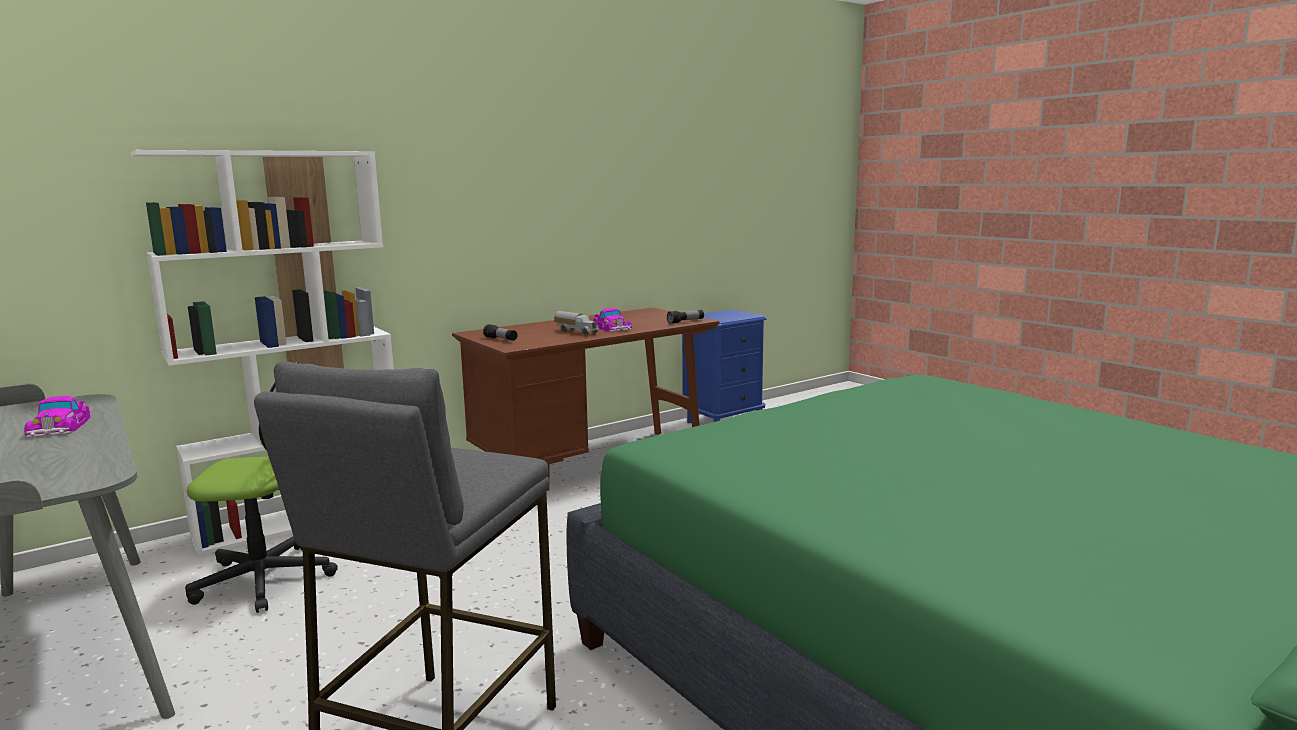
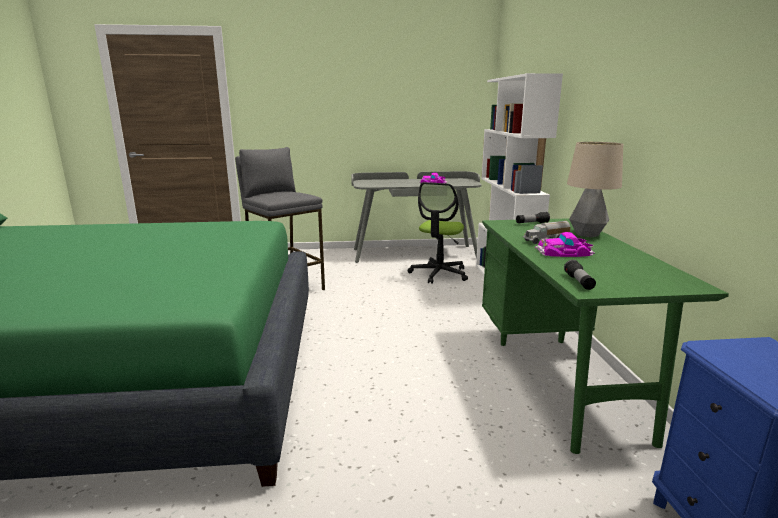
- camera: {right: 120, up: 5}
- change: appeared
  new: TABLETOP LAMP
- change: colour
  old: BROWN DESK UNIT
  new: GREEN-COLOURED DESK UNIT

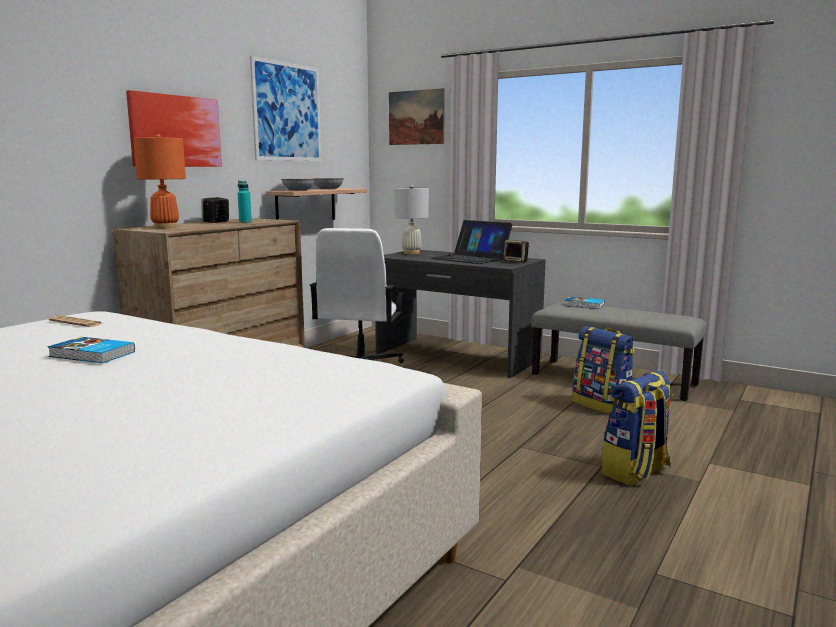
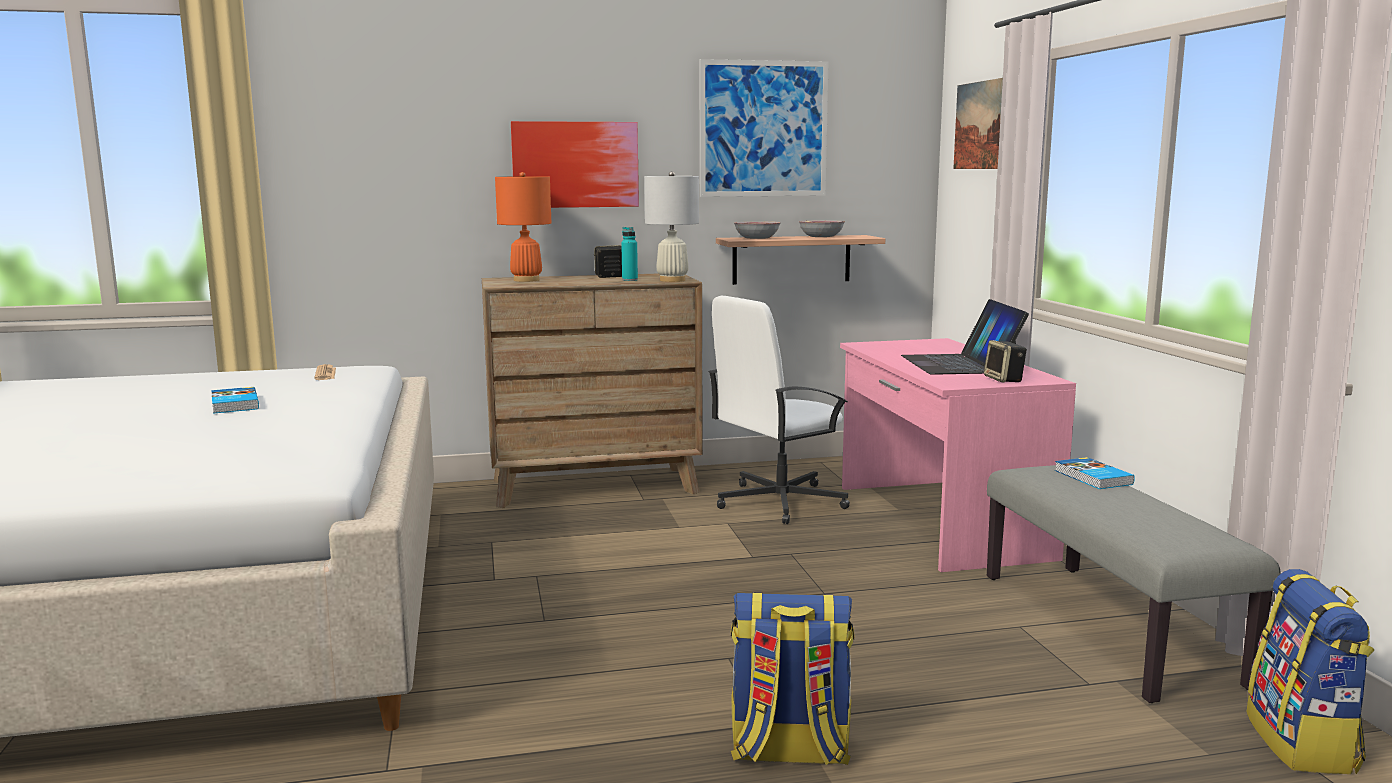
- camera: {right: 45, up: 0}
- change: relocated
  old: WHITE TABLETOP LAMP
- change: relocated
  old: KNAPSACK (no. 1 from left in the first image)
  new: KNAPSACK (no. 2 from left)
- change: colour
  old: GREY DESK UNIT
  new: PINKISH DESK UNIT

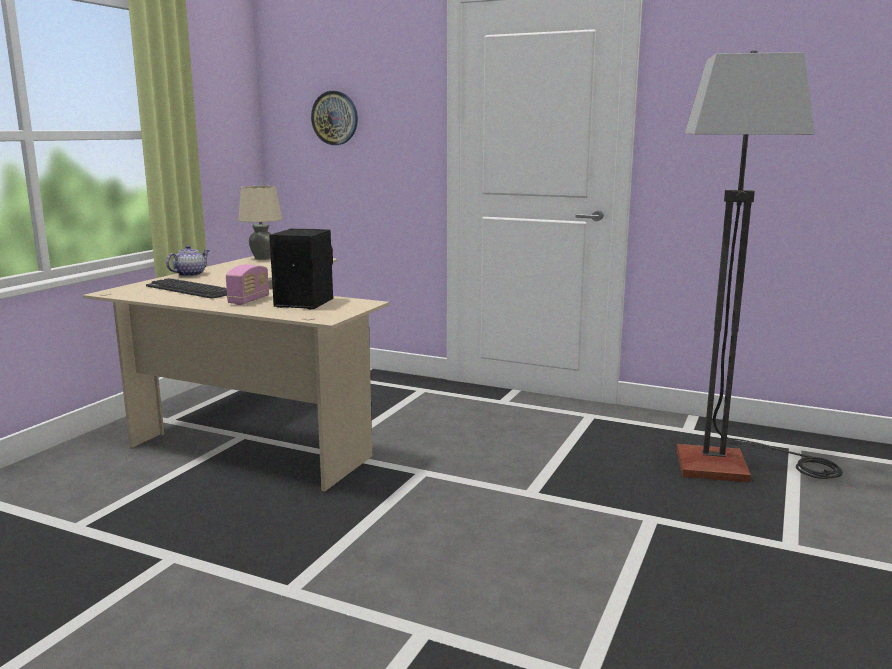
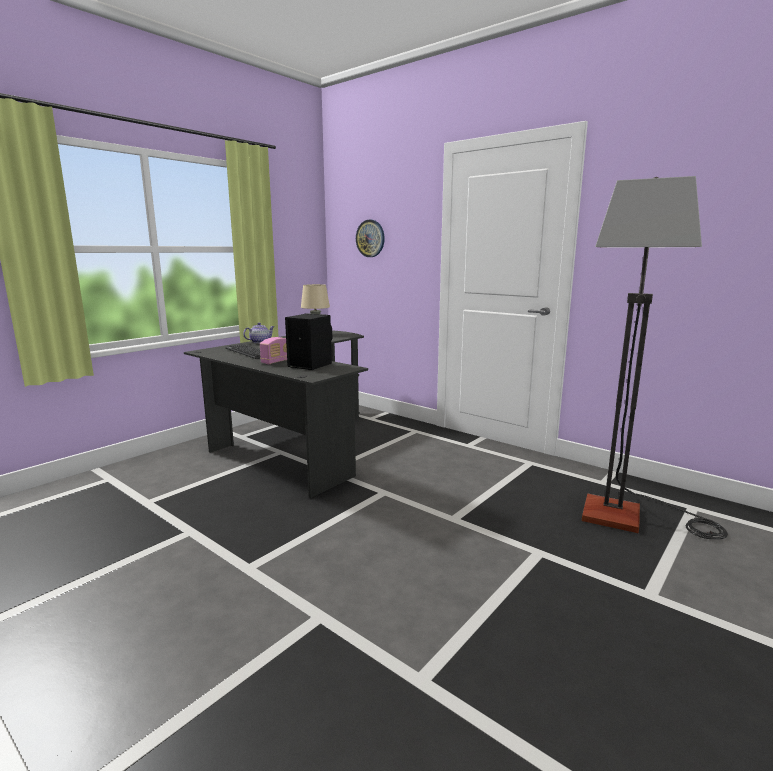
- camera: {right: 15, up: 0}
- change: colour
  old: SAND-COLOURED DESK UNIT
  new: BLACK DESK UNIT

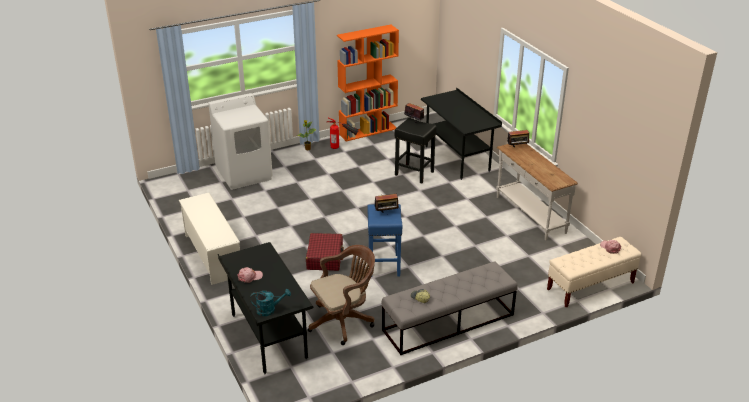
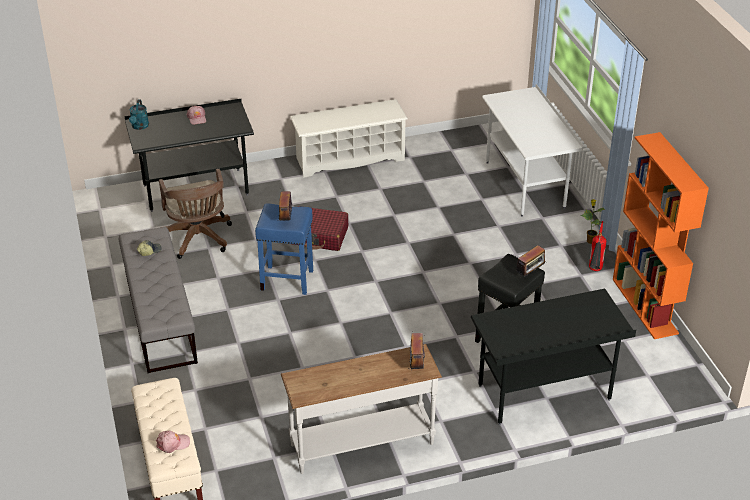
- camera: {right: 100, up: 5}
- change: exchanged
  old: WHITE WASHING MACHINE
  new: WHITE DESK UNIT

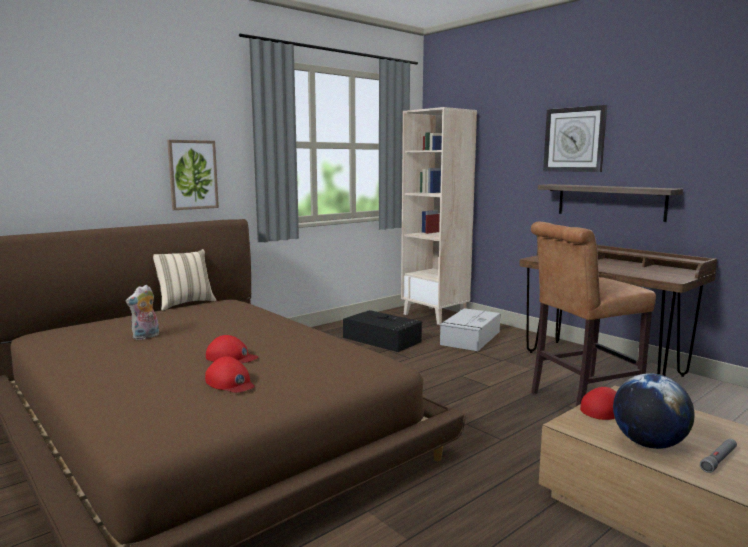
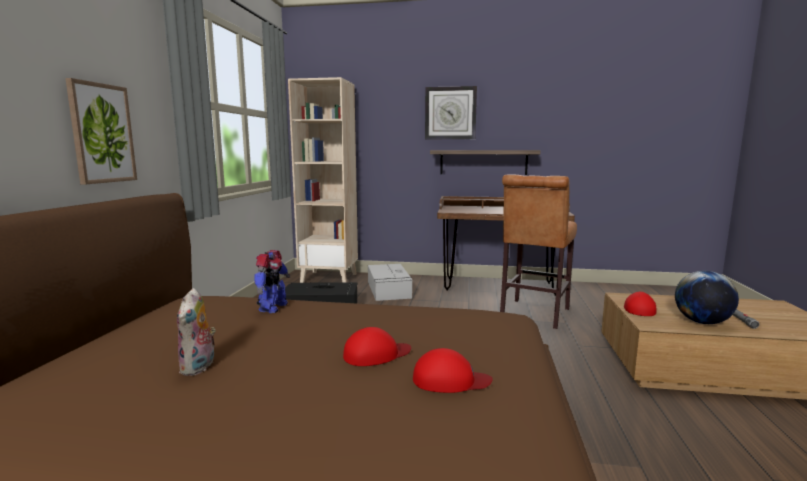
- camera: {right: -40, up: 0}
- change: missing
  old: SAND-COLOURED THROW PILLOW
- change: appeared
  new: ROBOT FIGURE

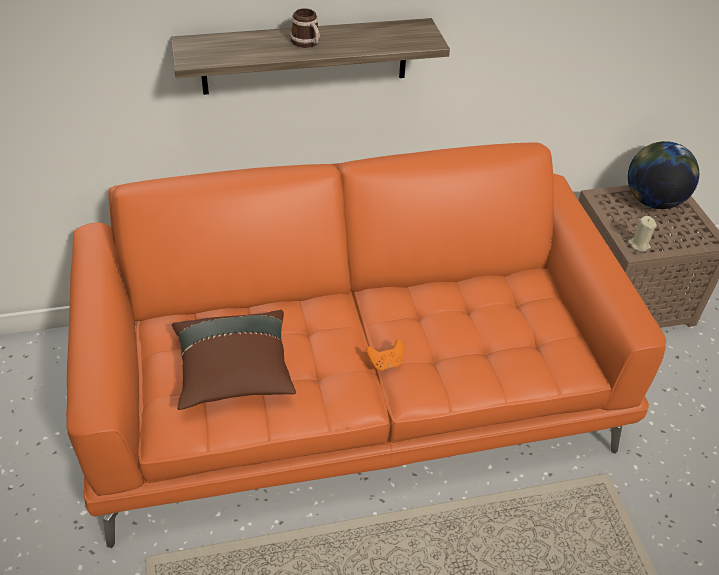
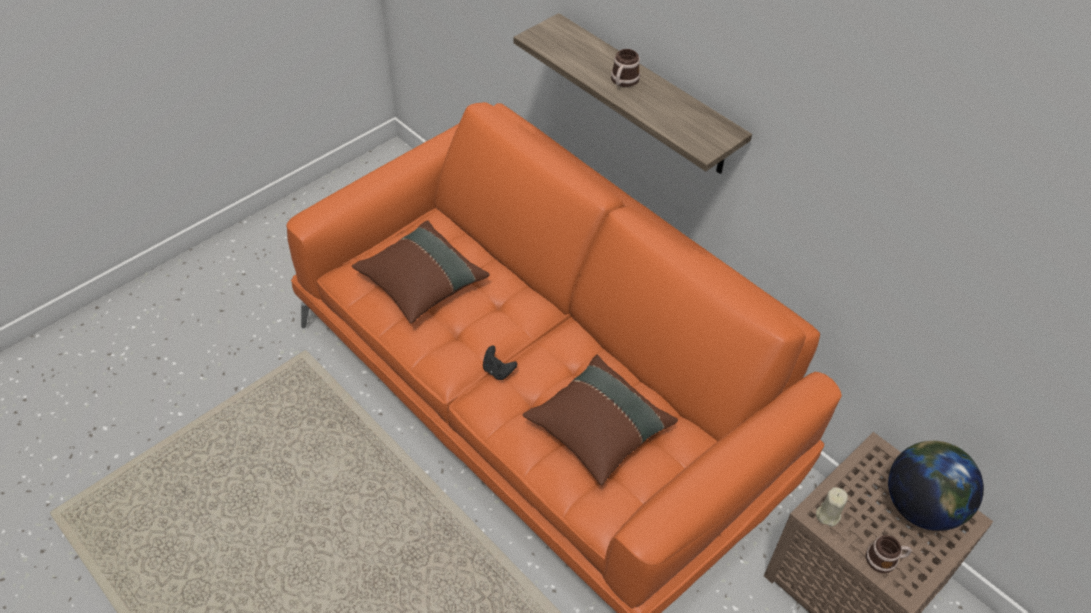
- camera: {right: 60, up: 5}
- change: appeared
  new: BROWN THROW PILLOW (no. 2 from left)
- change: appeared
  new: COFFEE MUG (no. 2 from left)
- change: colour
  old: ORANGE JOYPAD
  new: BLACK JOYPAD

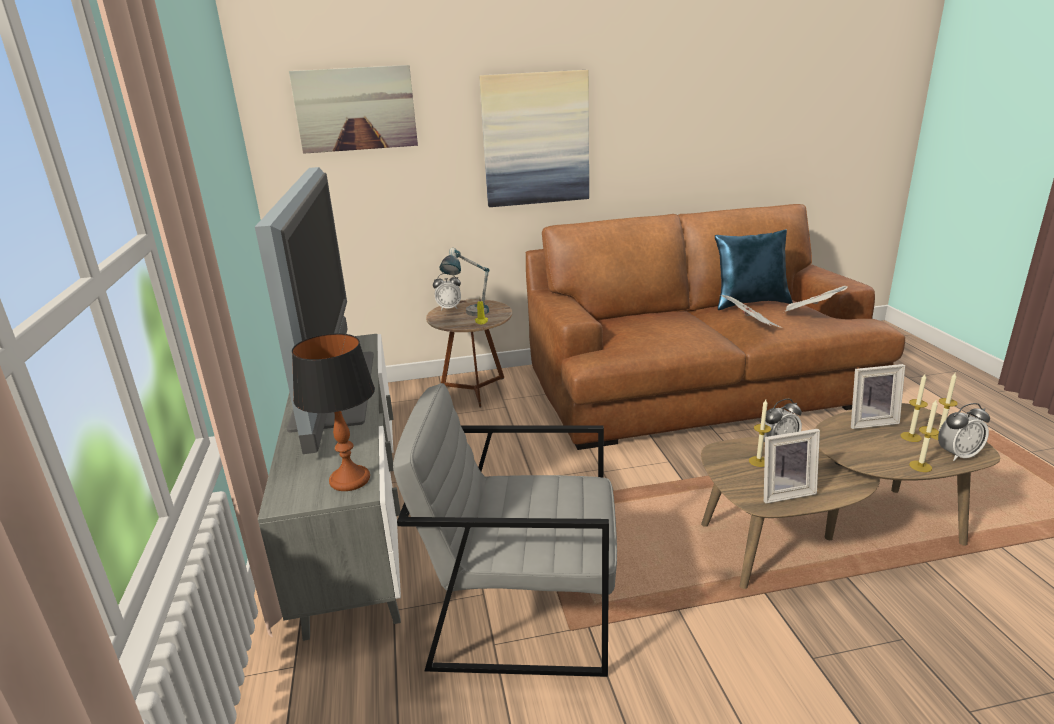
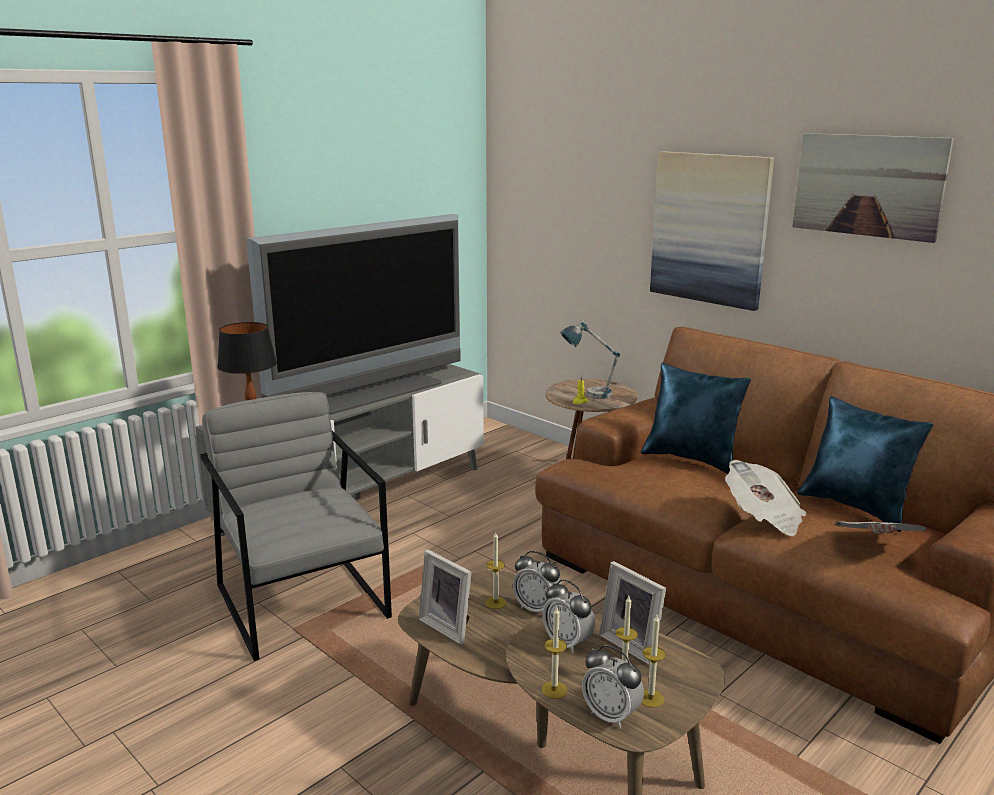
- camera: {right: 55, up: -5}
- change: appeared
  new: BLUE THROW PILLOW (no. 1 from left)
- change: relocated
  old: WALL PICTURE (no. 1 from left in the first image)
  new: WALL PICTURE (no. 2 from left)
- change: relocated
  old: TABLE CLOCK (no. 1 from left in the first image)
  new: TABLE CLOCK (no. 2 from left)

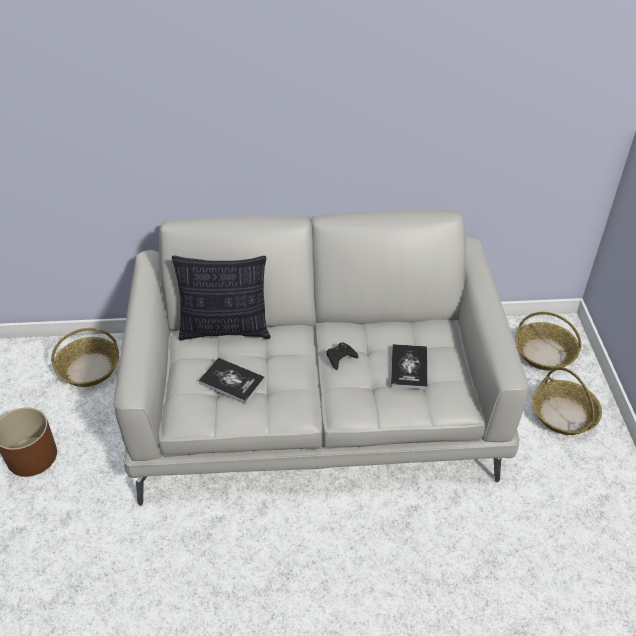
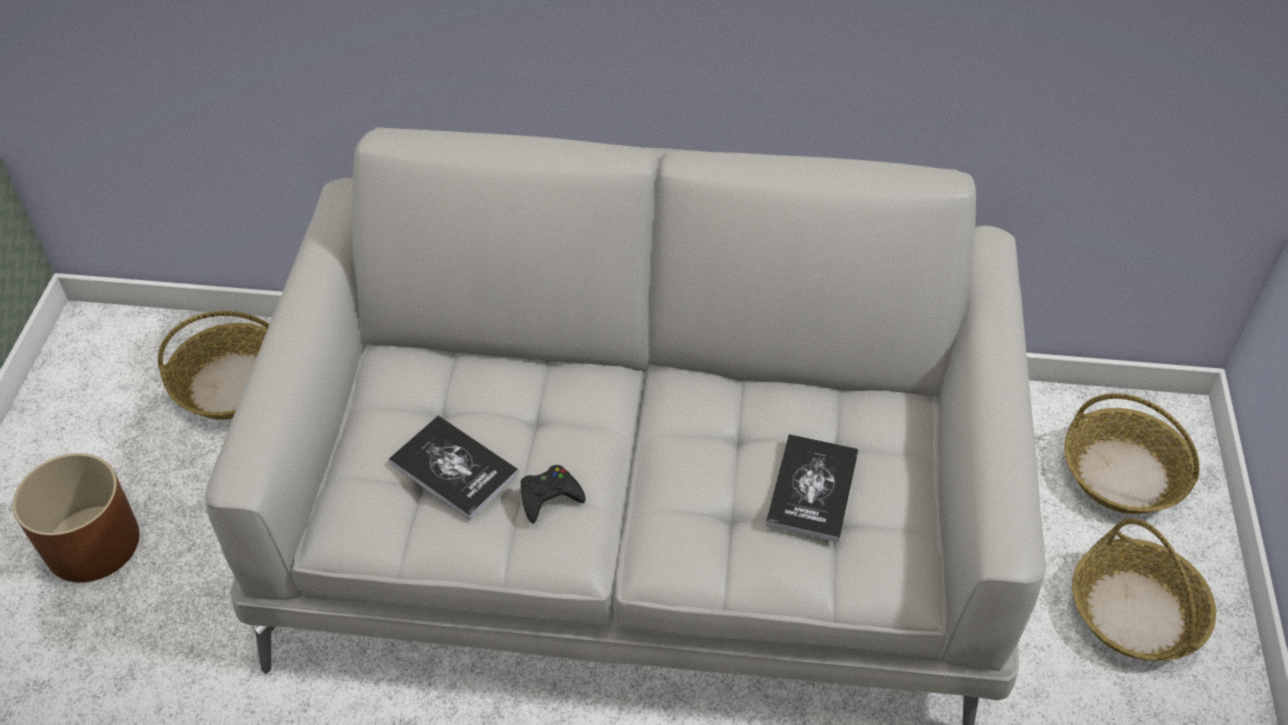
- camera: {right: 10, up: 5}
- change: missing
  old: THROW PILLOW
- change: relocated
  old: BLACK JOYPAD

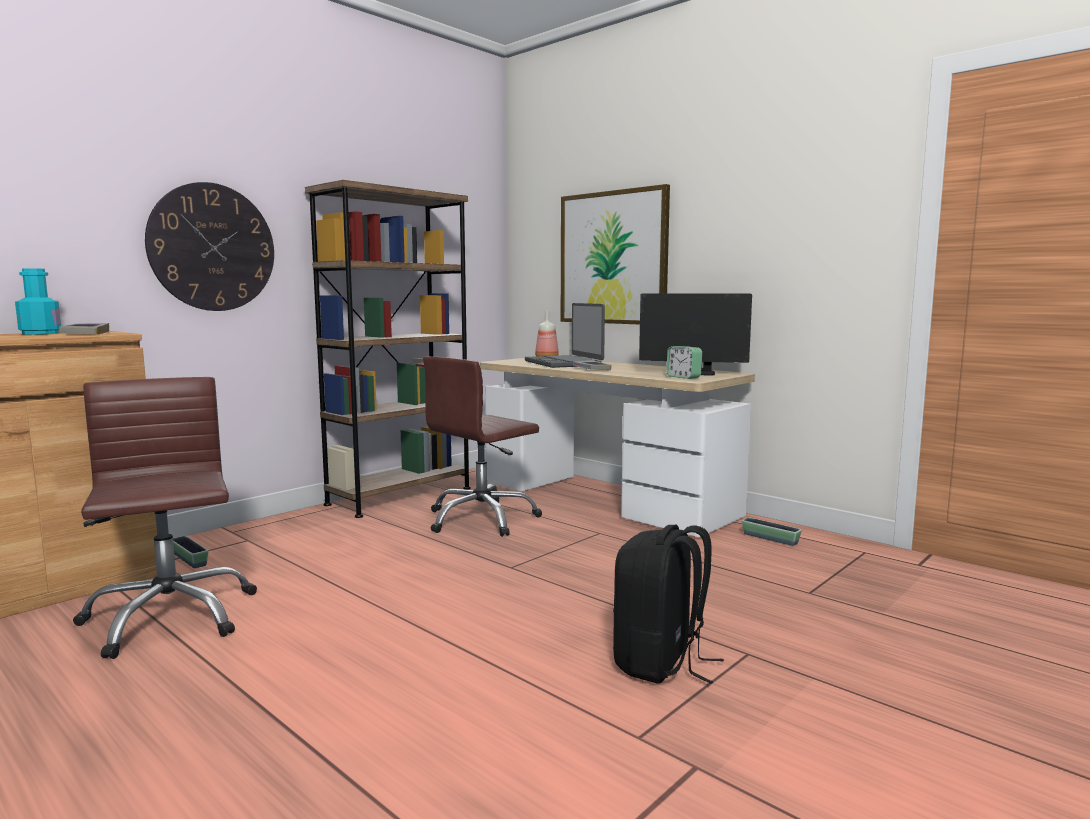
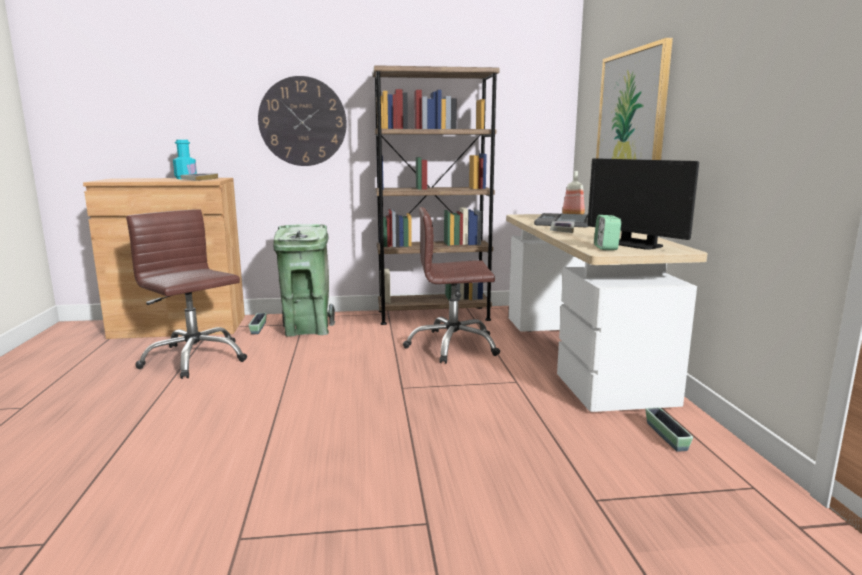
- camera: {right: 40, up: 5}
- change: missing
  old: BLACK KNAPSACK
- change: appeared
  new: GREEN-COLOURED RUBBISH BIN
- change: spun
  old: BROWN OFFICE CHAIR (no. 1 from left)
  degrees: -60

